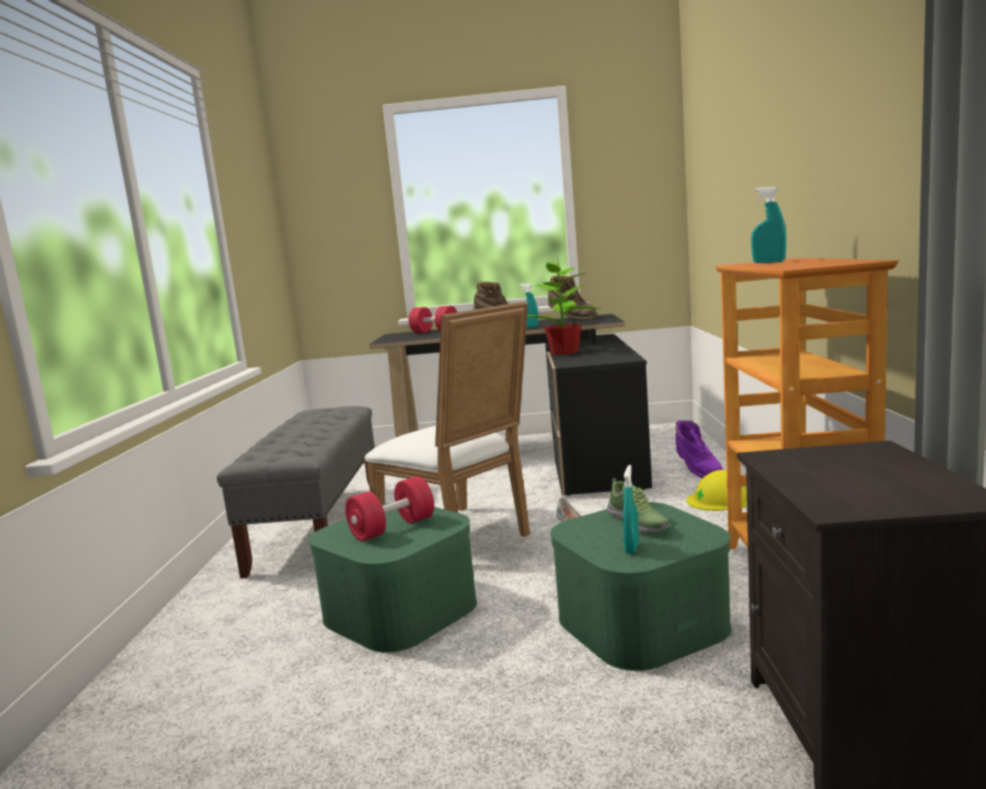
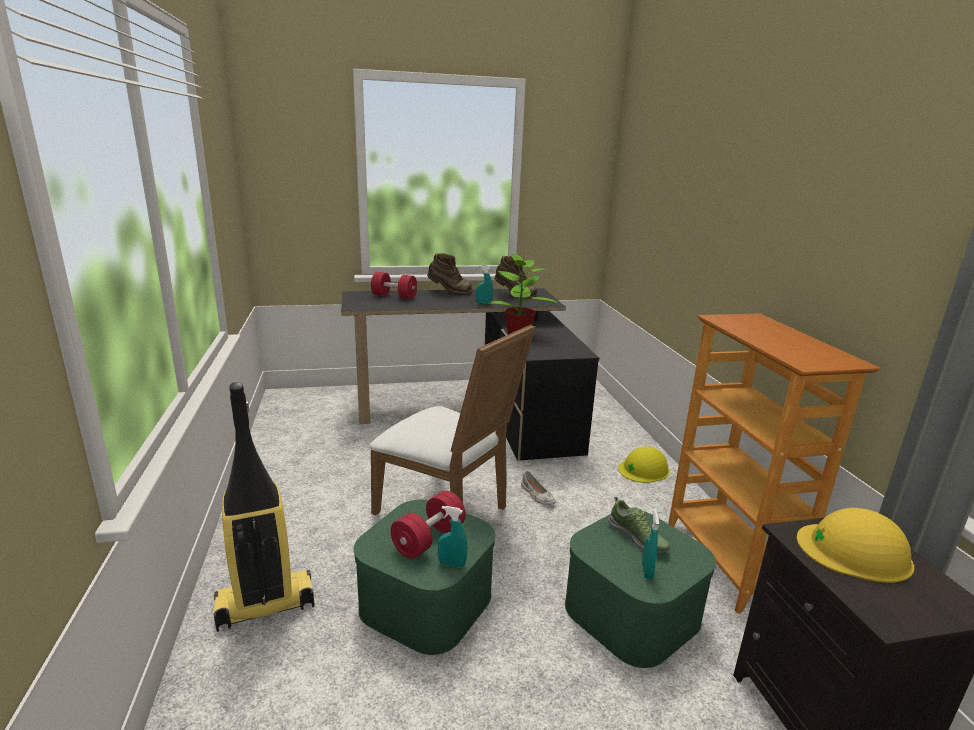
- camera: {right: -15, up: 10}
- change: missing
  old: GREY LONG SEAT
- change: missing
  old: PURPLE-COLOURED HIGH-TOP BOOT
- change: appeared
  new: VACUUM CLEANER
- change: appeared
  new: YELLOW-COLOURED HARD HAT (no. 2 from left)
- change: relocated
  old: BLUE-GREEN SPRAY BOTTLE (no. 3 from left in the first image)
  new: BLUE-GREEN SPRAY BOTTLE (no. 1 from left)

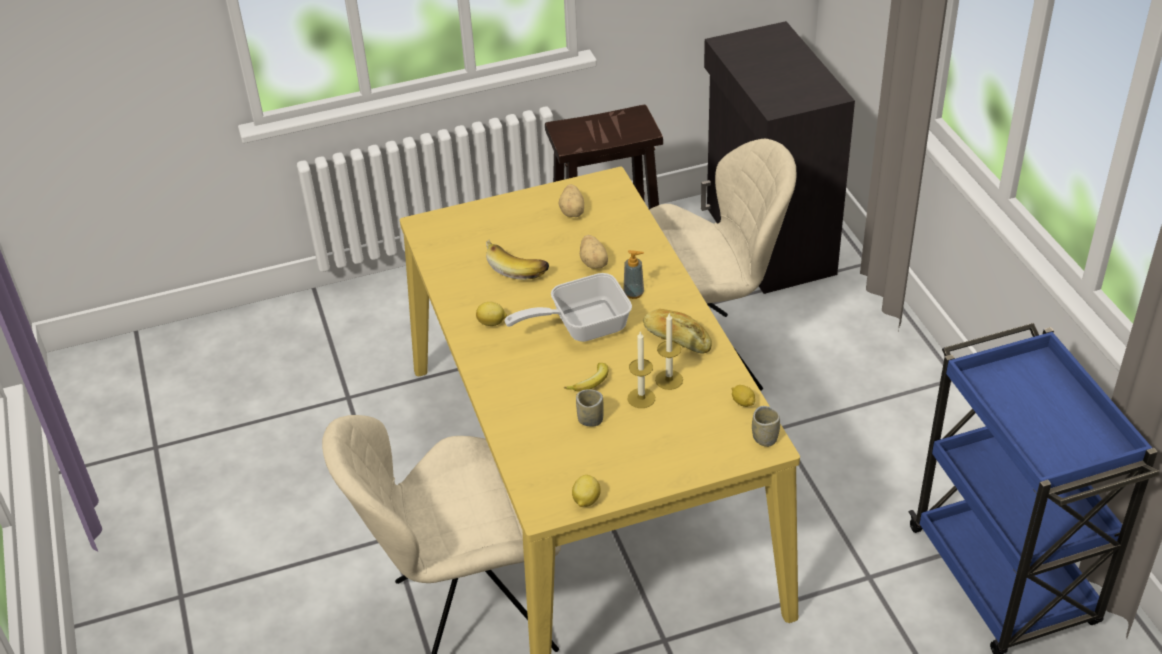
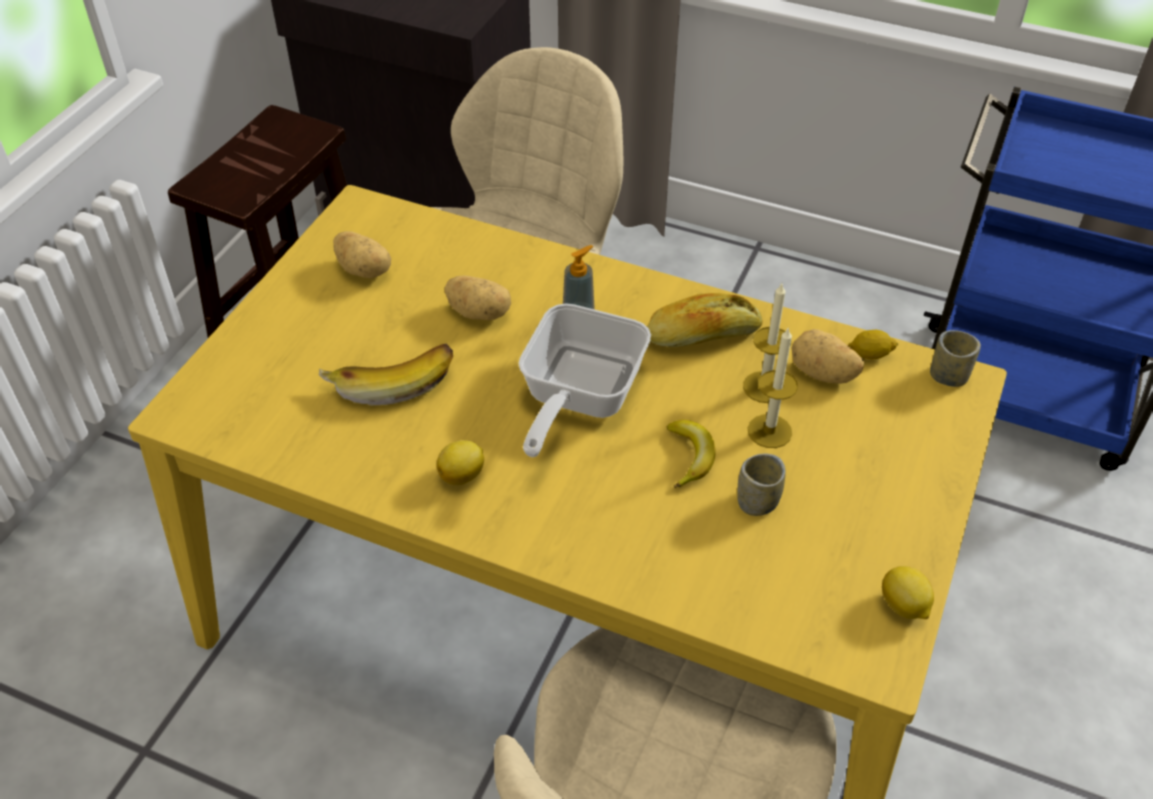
- camera: {right: -50, up: 5}
- change: appeared
  new: WHOLE POTATO (no. 3 from left)

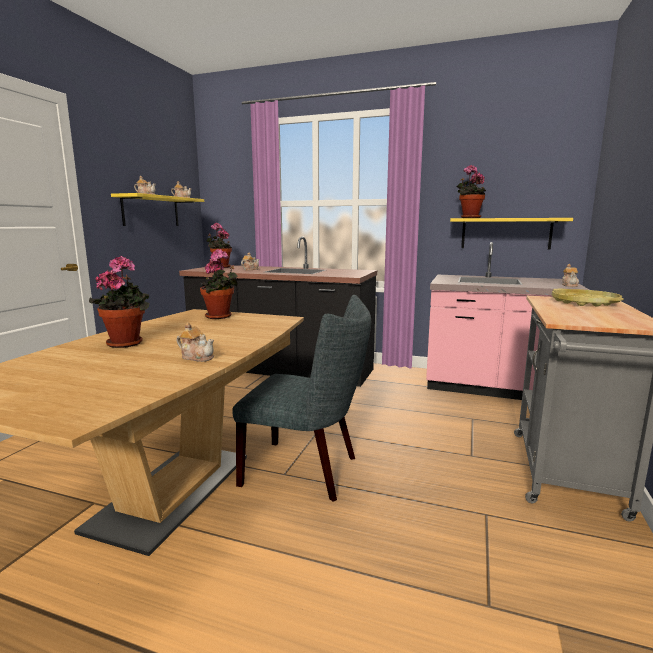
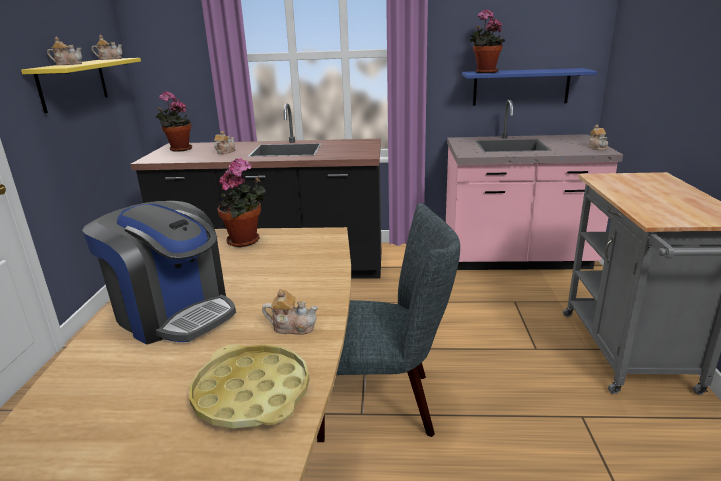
- camera: {right: -15, up: 10}
- change: relocated
  old: YELLOW-COLOURED SERVING TRAY
- change: exchanged
  old: POTTED PLANT (no. 1 from left)
  new: COFFEE MAKER
- change: colour
  old: YELLOW-COLOURED SHELF (no. 2 from left)
  new: BLUE SHELF

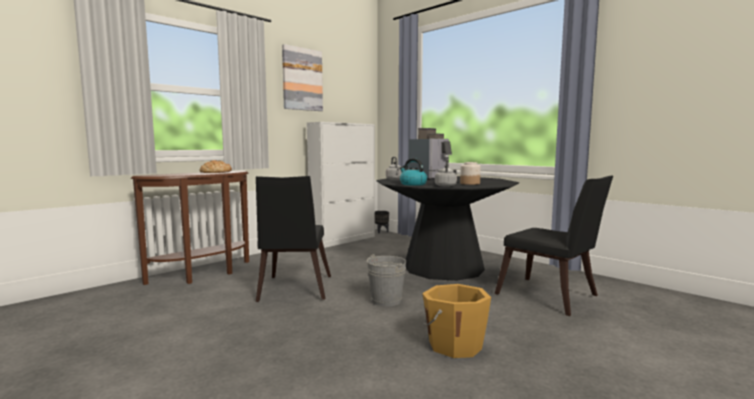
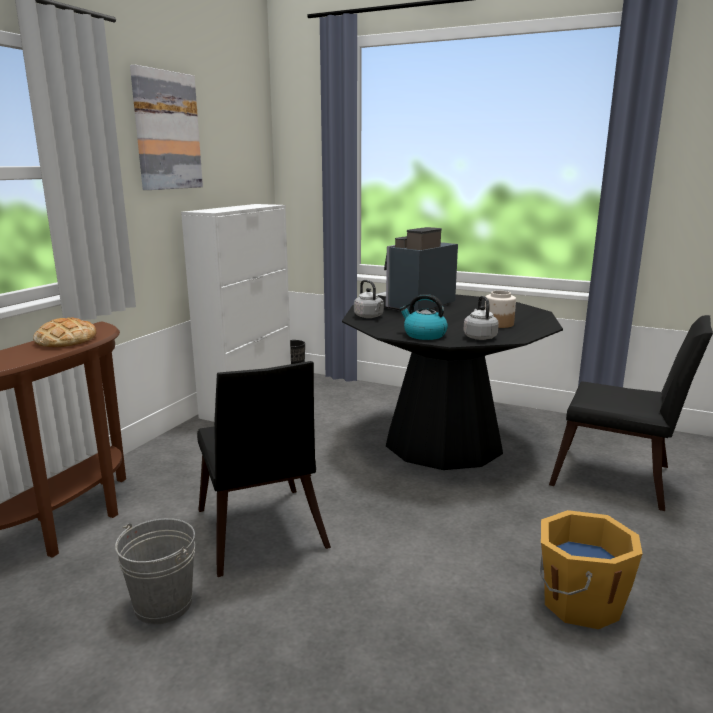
- camera: {right: -20, up: 10}
- change: relocated
  old: GREY WATER BUCKET
- change: spun
  old: COFFEE MAKER
  degrees: -150

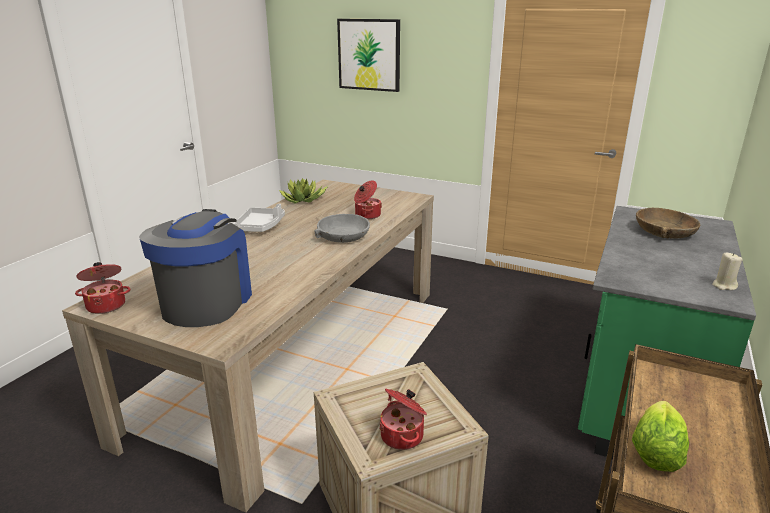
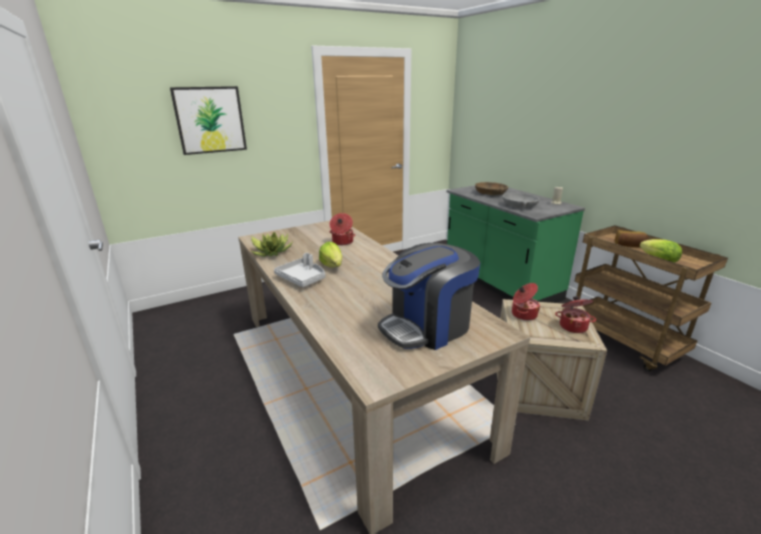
- camera: {right: -55, up: 0}
- change: appeared
  new: LETTUCE (no. 1 from left)
- change: appeared
  new: BAKERY BREAD
- change: relocated
  old: SAUCEPOT (no. 1 from left in the first image)
  new: SAUCEPOT (no. 2 from left)
- change: relocated
  old: GREY BOWL
- change: spun
  old: COFFEE MAKER
  degrees: -75

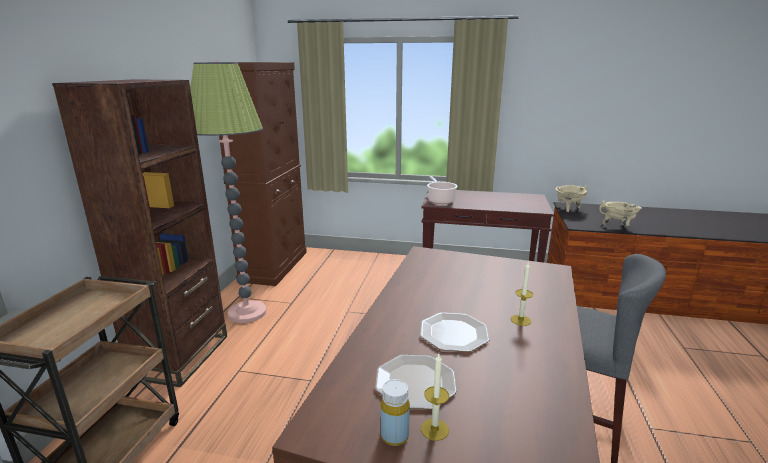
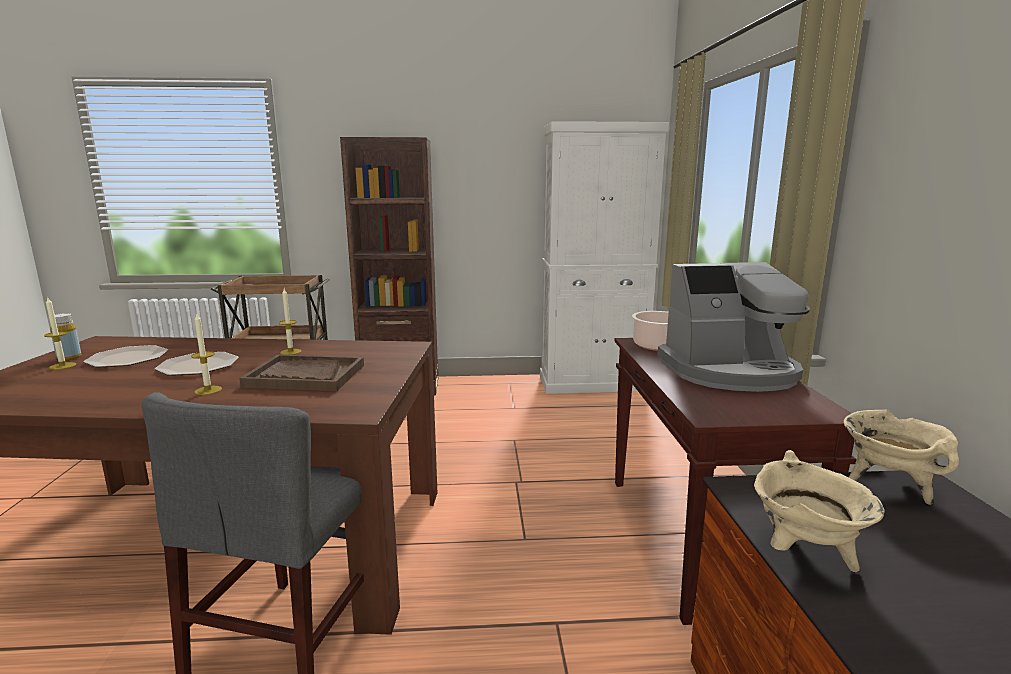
- camera: {right: 75, up: -5}
- change: missing
  old: STANDING LAMP
- change: appeared
  new: BROWN SERVING TRAY
- change: appeared
  new: CANDLE (no. 3 from left)
- change: appeared
  new: COFFEE MAKER
- change: colour
  old: BROWN CUPBOARD
  new: WHITE CUPBOARD

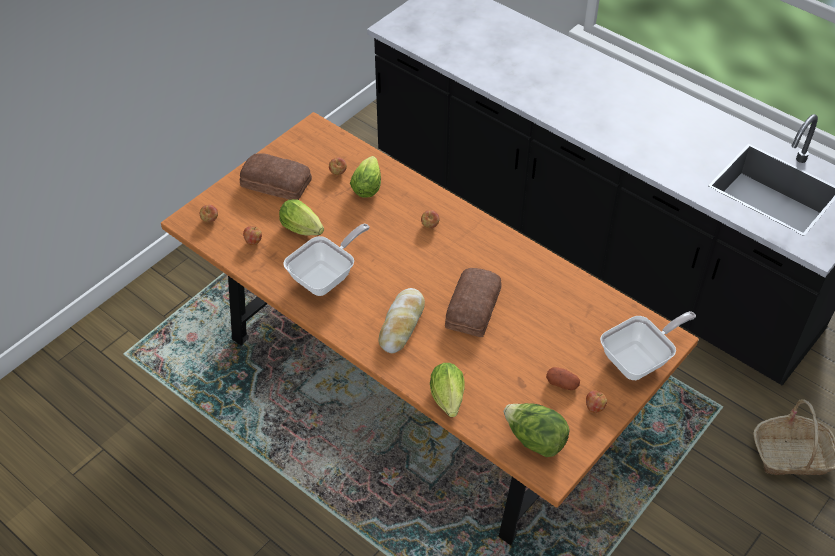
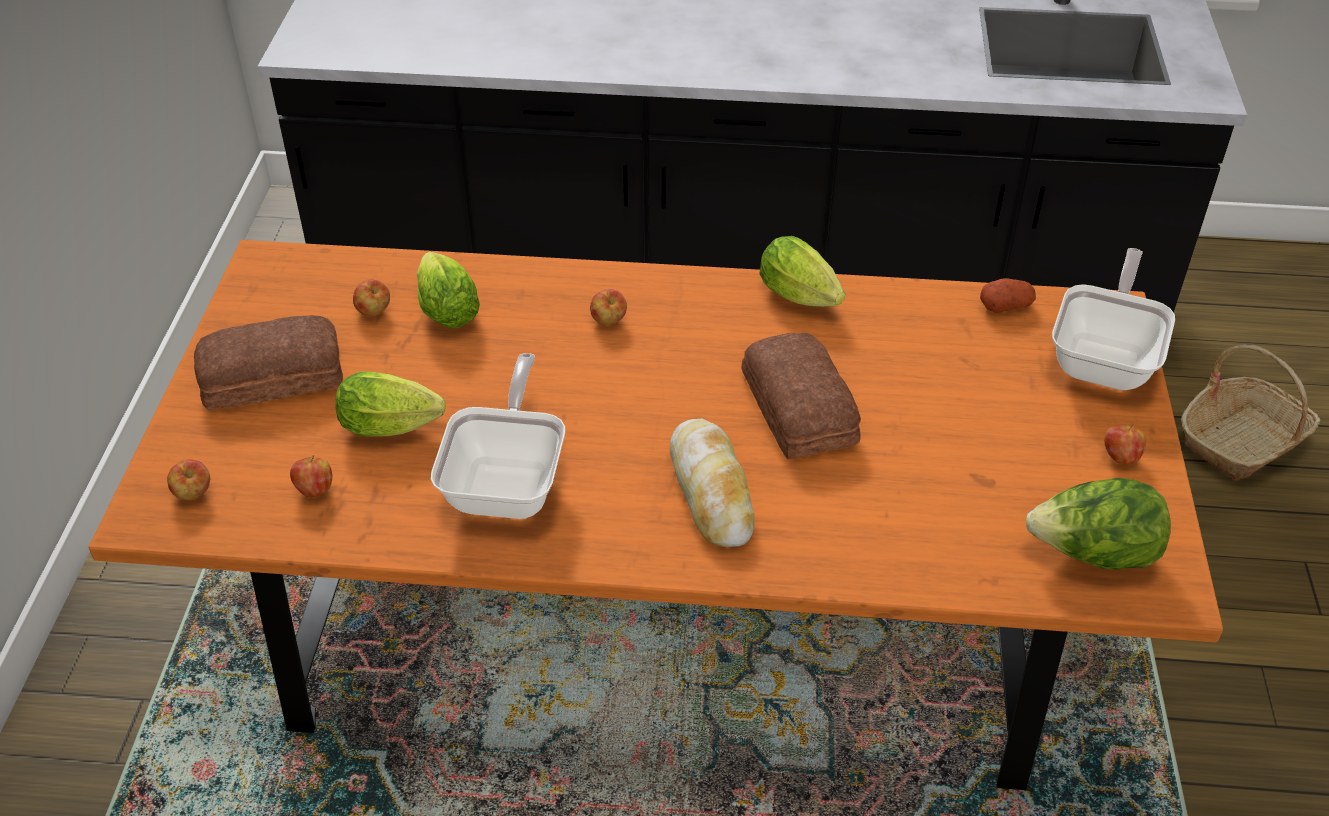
- camera: {right: -35, up: -5}
- change: relocated
  old: LETTUCE (no. 3 from left)
- change: relocated
  old: WHOLE POTATO

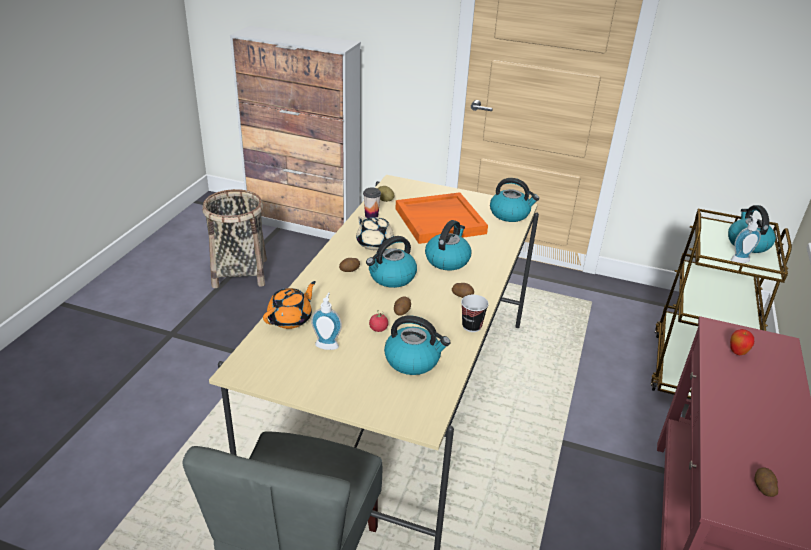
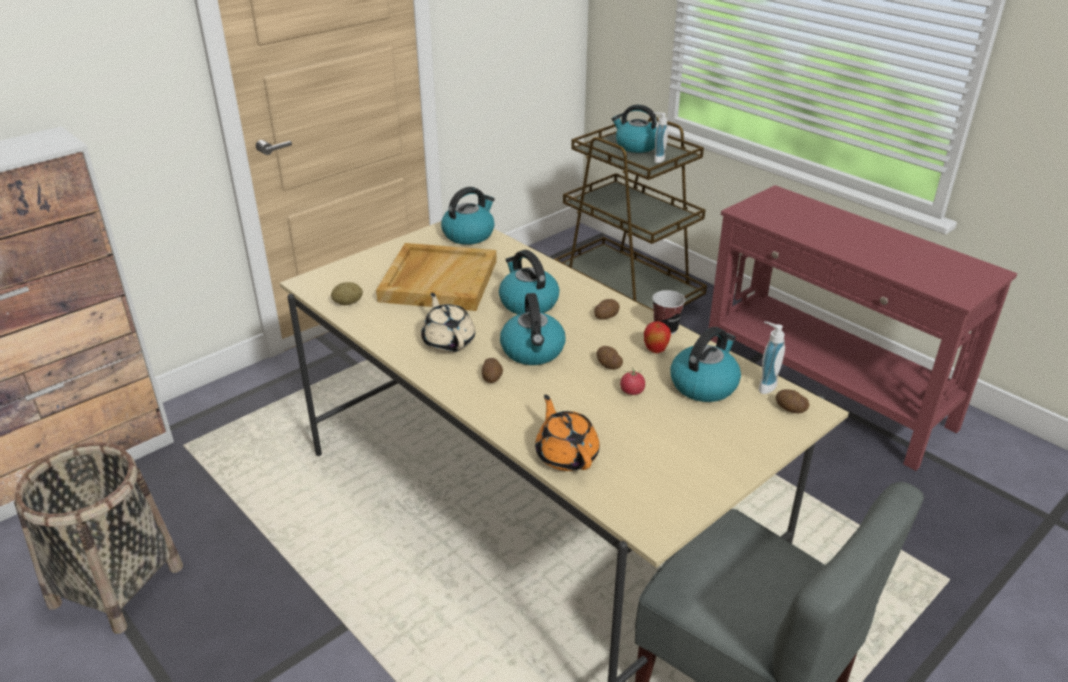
- camera: {right: -60, up: 0}
- change: missing
  old: CUP (no. 1 from left)
- change: relocated
  old: SOAP DISPENSER (no. 1 from left in the first image)
  new: SOAP DISPENSER (no. 2 from left)
- change: relocated
  old: APPLE FRUIT
- change: relocated
  old: WHOLE POTATO (no. 5 from left)
- change: colour
  old: ORANGE SERVING TRAY
  new: SAND-COLOURED SERVING TRAY
- change: spun
  old: SAND-COLOURED POT FOR TEA
  degrees: -105

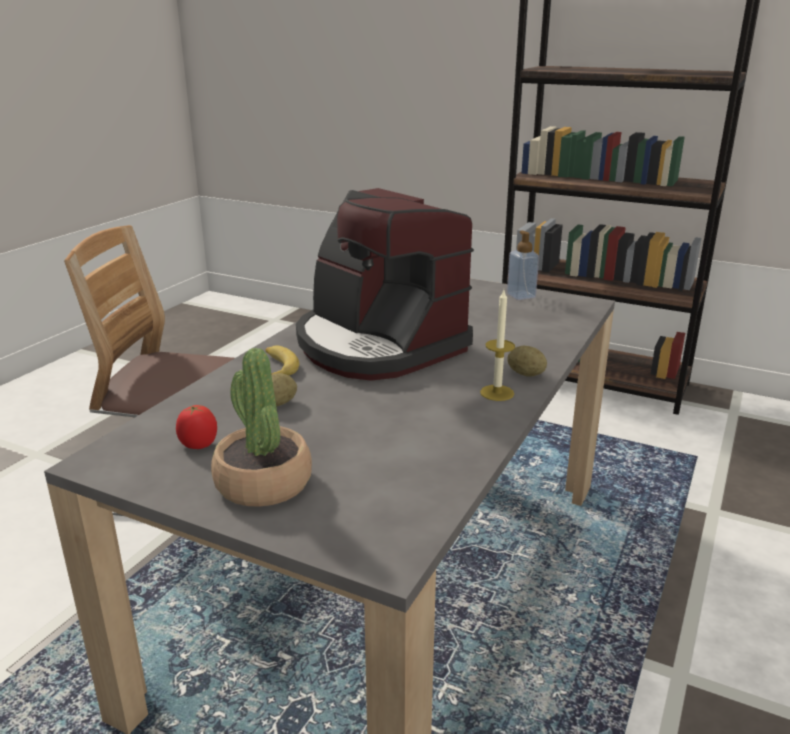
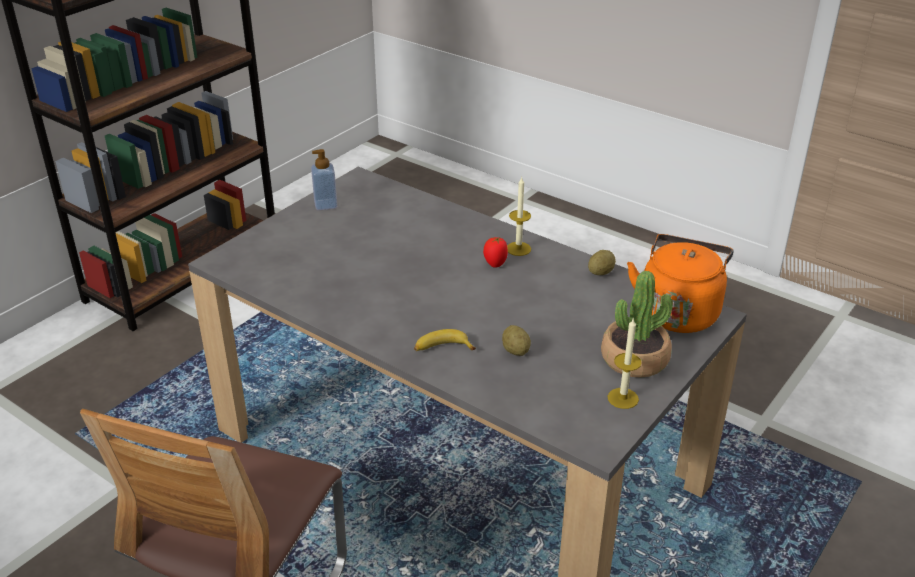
- camera: {right: -80, up: 10}
- change: missing
  old: COFFEE MAKER
- change: appeared
  new: CANDLE (no. 2 from left)
- change: appeared
  new: ORANGE WATER KETTLE
- change: relocated
  old: WHOLE TOMATO
- change: relocated
  old: WHOLE POTATO (no. 2 from left)

